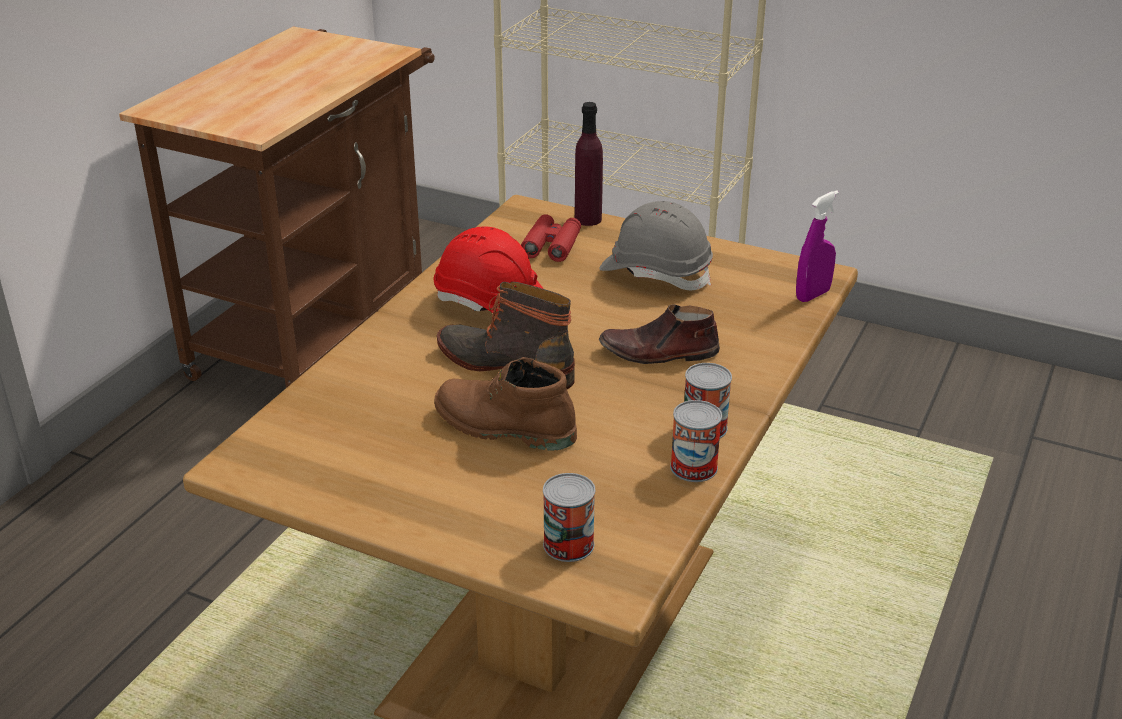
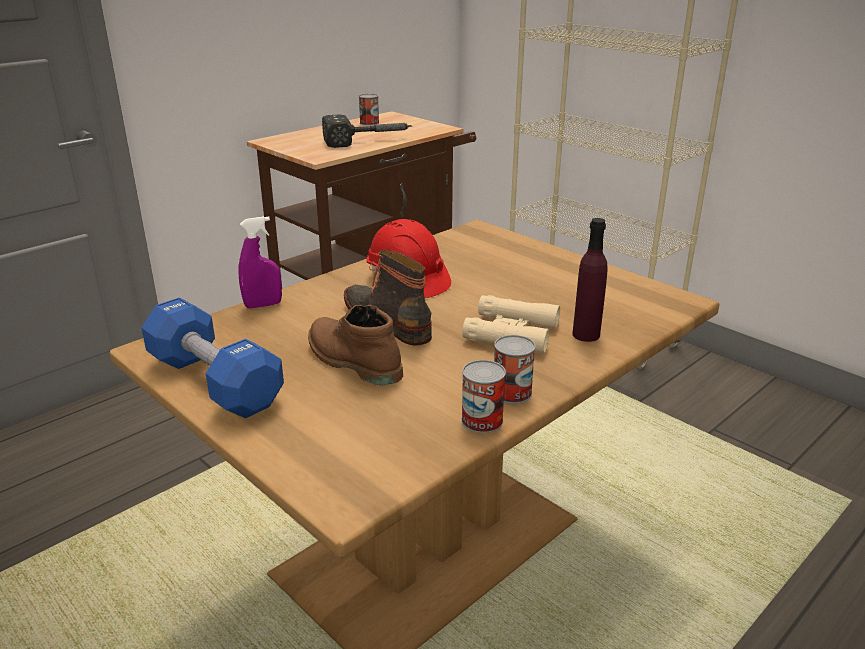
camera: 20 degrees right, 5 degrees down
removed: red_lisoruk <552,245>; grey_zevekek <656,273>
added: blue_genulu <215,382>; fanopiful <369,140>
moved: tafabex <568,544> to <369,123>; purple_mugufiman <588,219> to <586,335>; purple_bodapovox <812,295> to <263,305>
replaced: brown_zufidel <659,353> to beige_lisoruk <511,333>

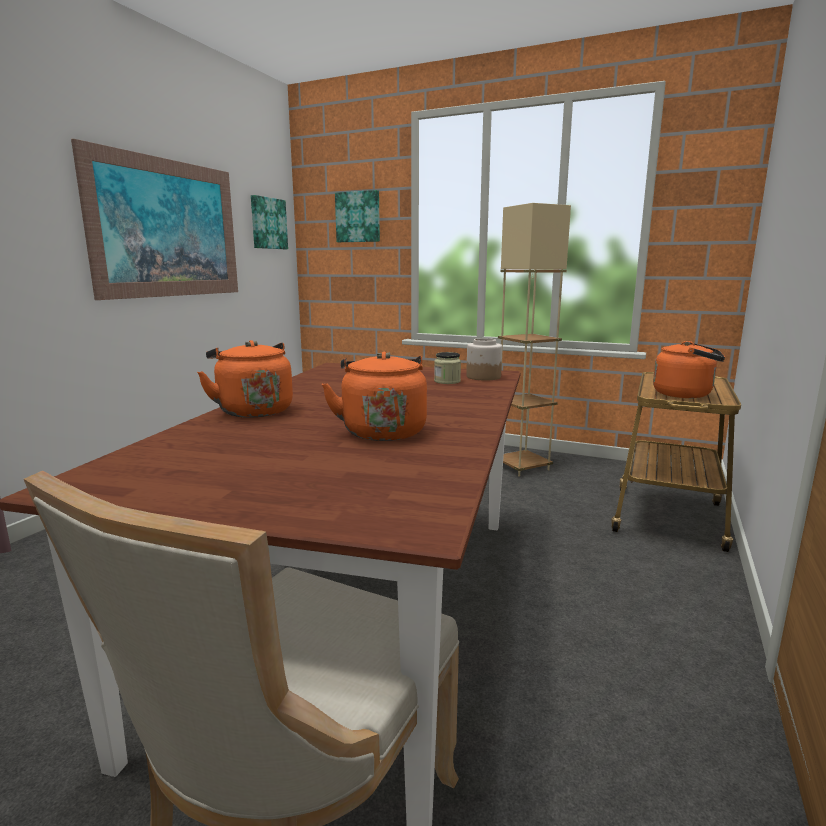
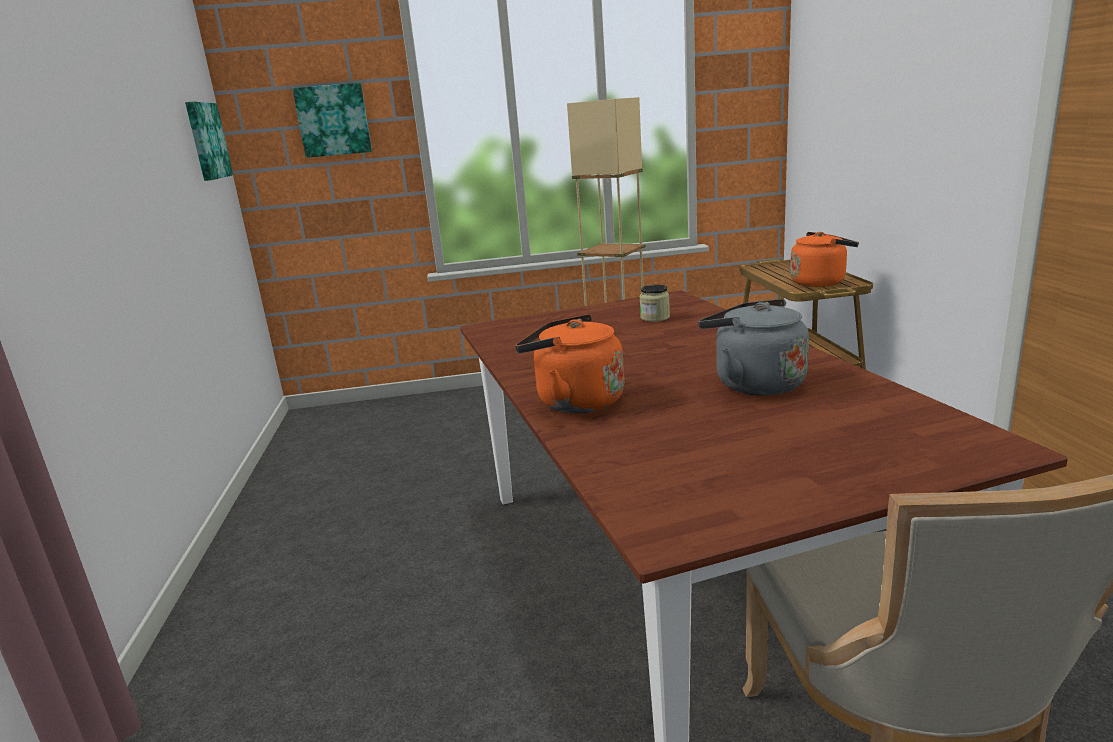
camera: 30 degrees left, 5 degrees up
removed: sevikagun <168,229>; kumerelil <483,377>
recoloured: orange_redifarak <382,431> to grey_redifarak <754,384>

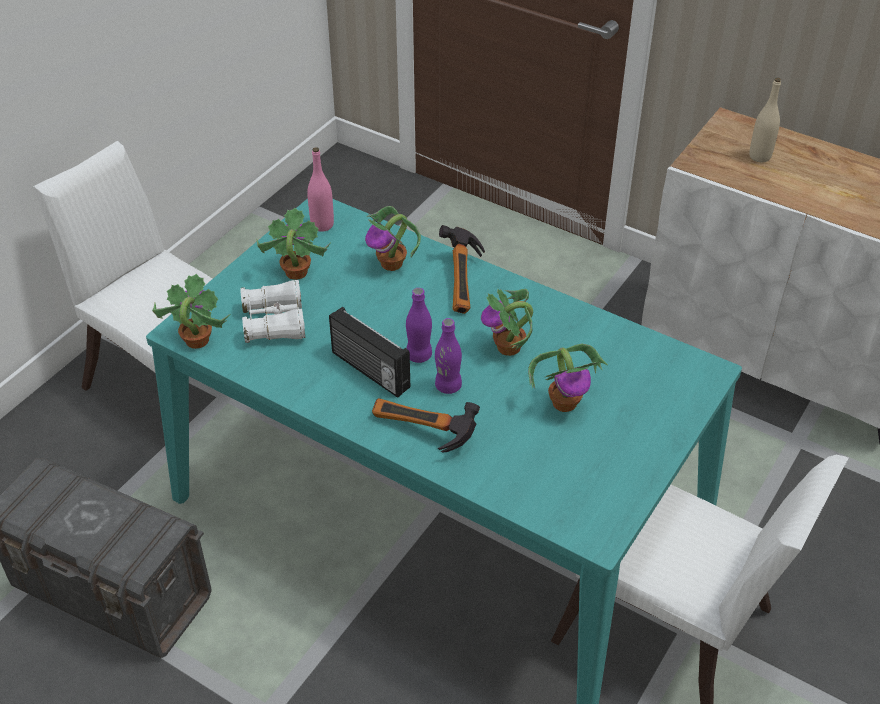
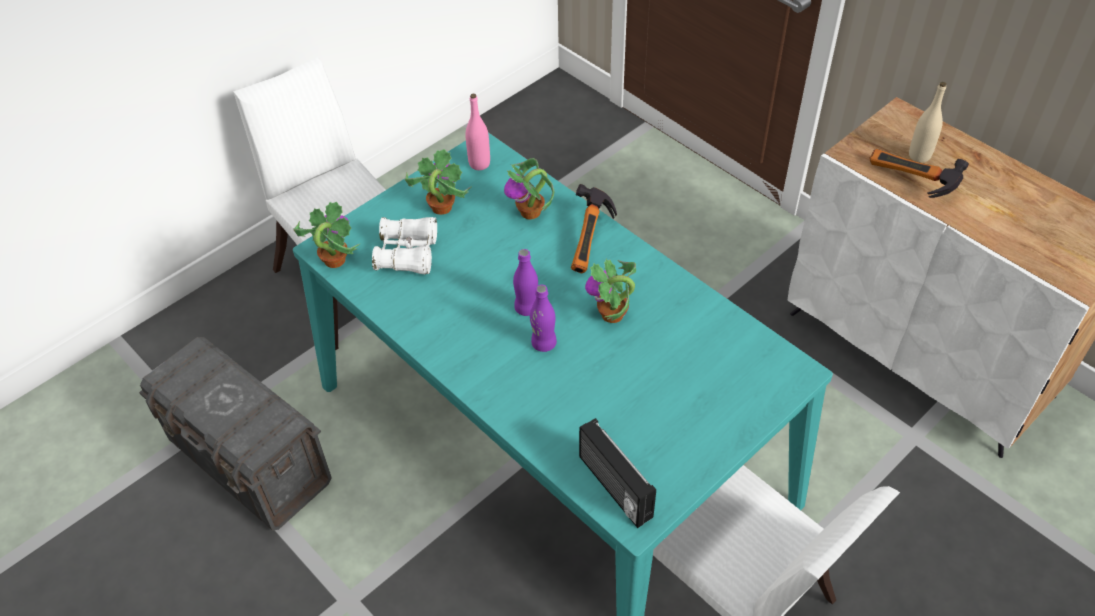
camera: 15 degrees right, 5 degrees up
removed: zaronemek <565,402>
moved: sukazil <369,371> to <613,488>; fanopiful <420,435> to <909,183>

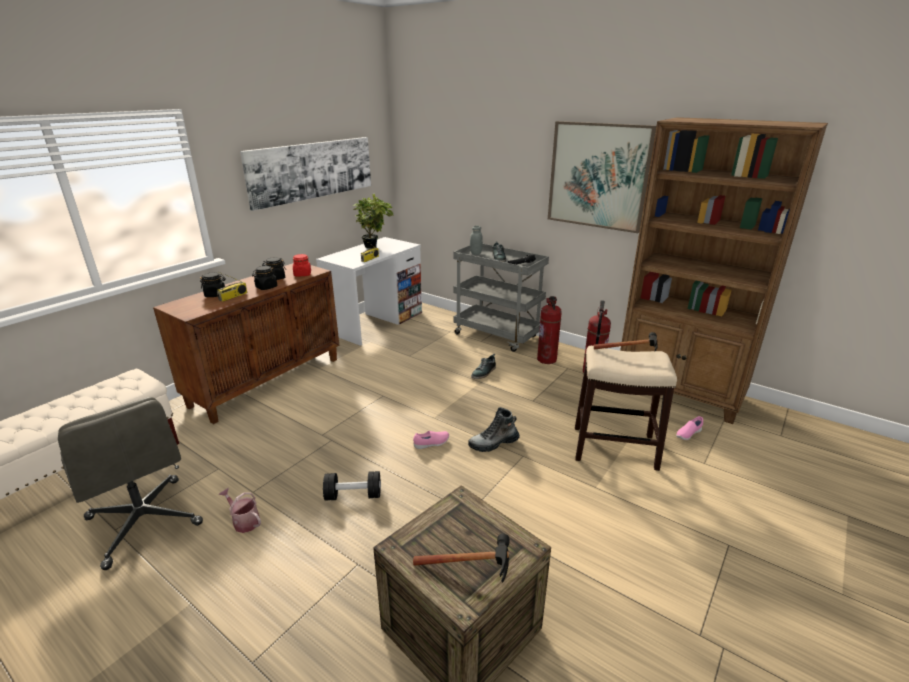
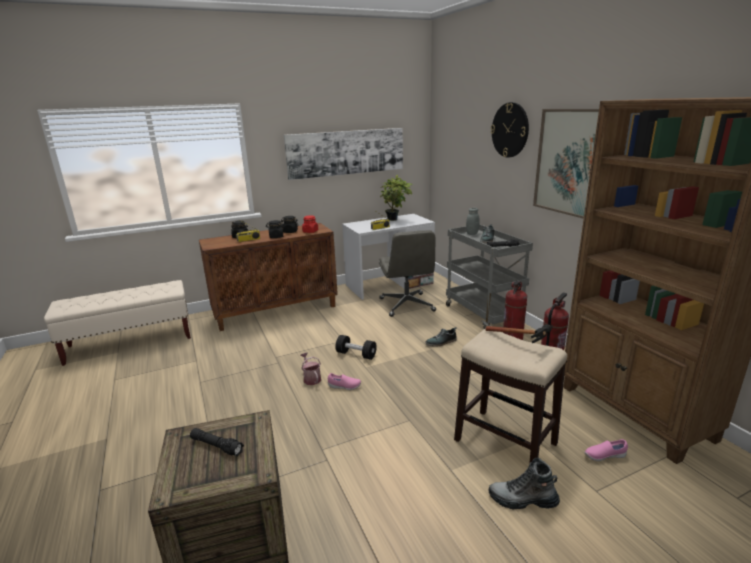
camera: 30 degrees right, 5 degrees down
removed: fanopiful <474,570>
added: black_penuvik <216,446>; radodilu <510,130>
moved: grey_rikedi <145,522> to <407,305>; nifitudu <244,521> to <311,378>; black_genulu <353,495> to <356,354>; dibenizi <493,443> to <522,500>

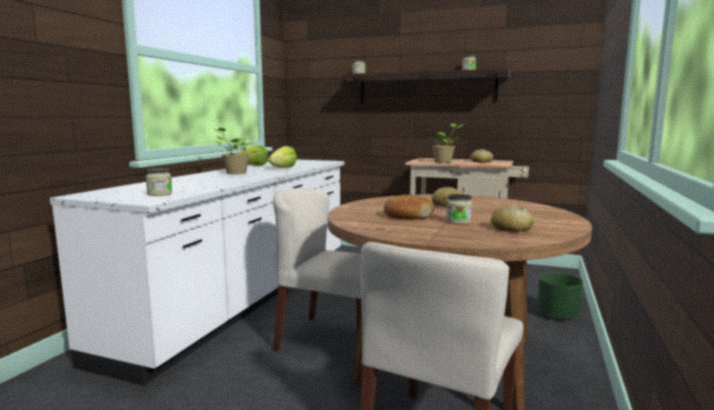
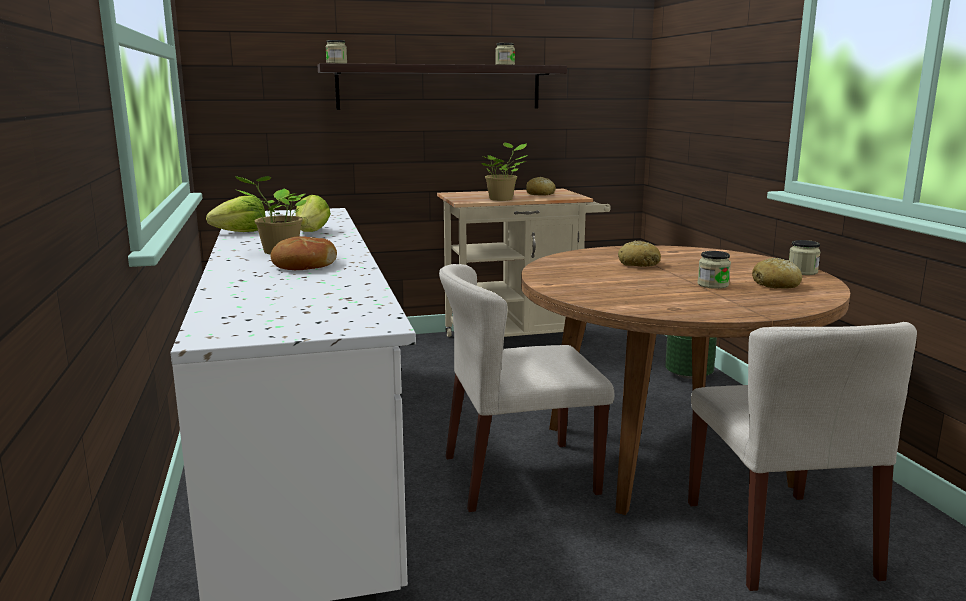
camera: 35 degrees left, 5 degrees up
moved: kumerelil <159,194> to <802,272>; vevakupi <407,216> to <303,265>

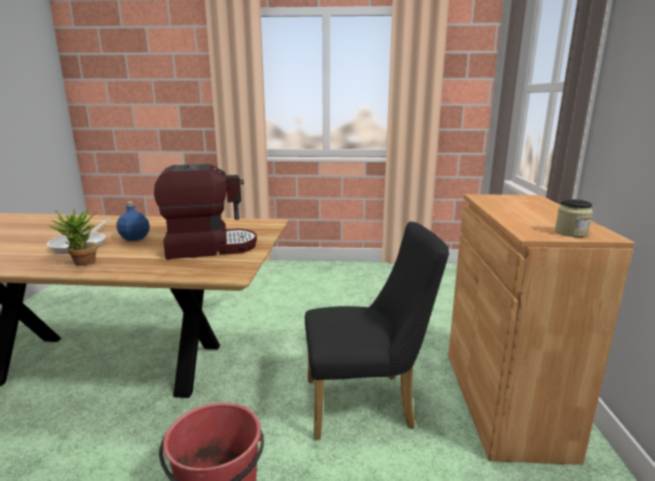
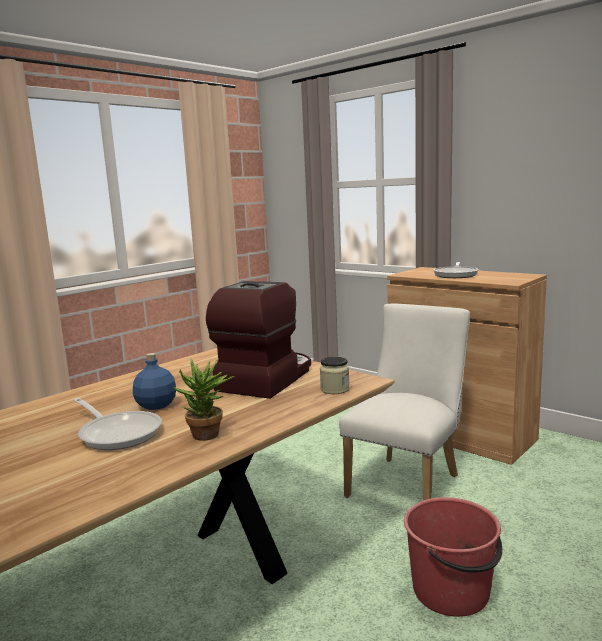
camera: 50 degrees left, 5 degrees down
added: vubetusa <456,274>
moved: kumerelil <571,233> to <335,389>
recoloured: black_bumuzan <367,404> to white_bumuzan <408,482>

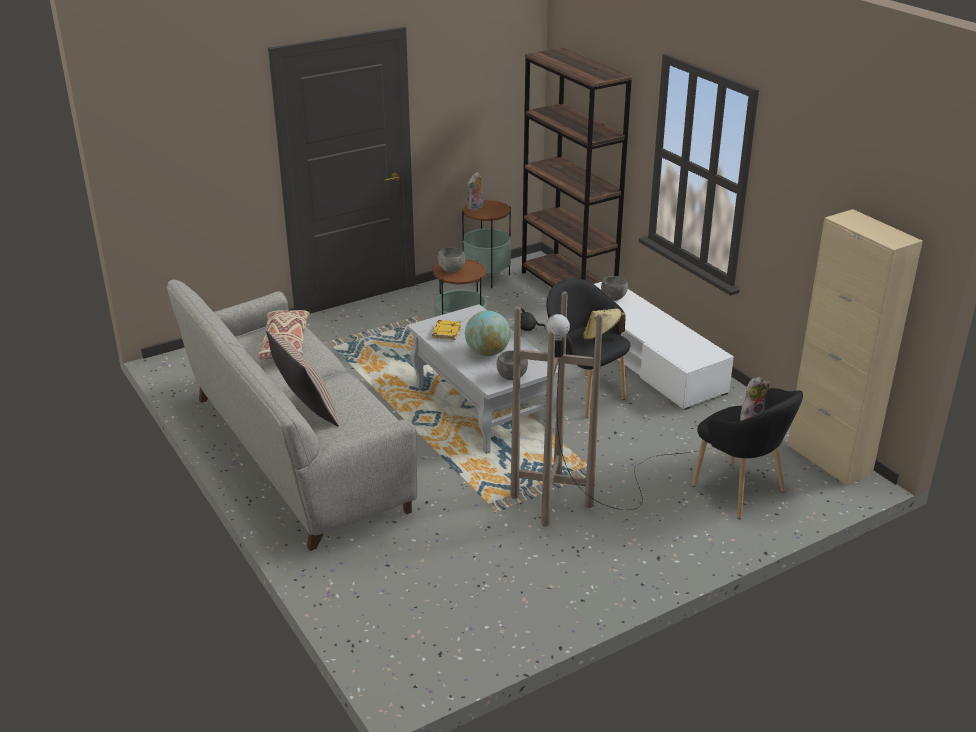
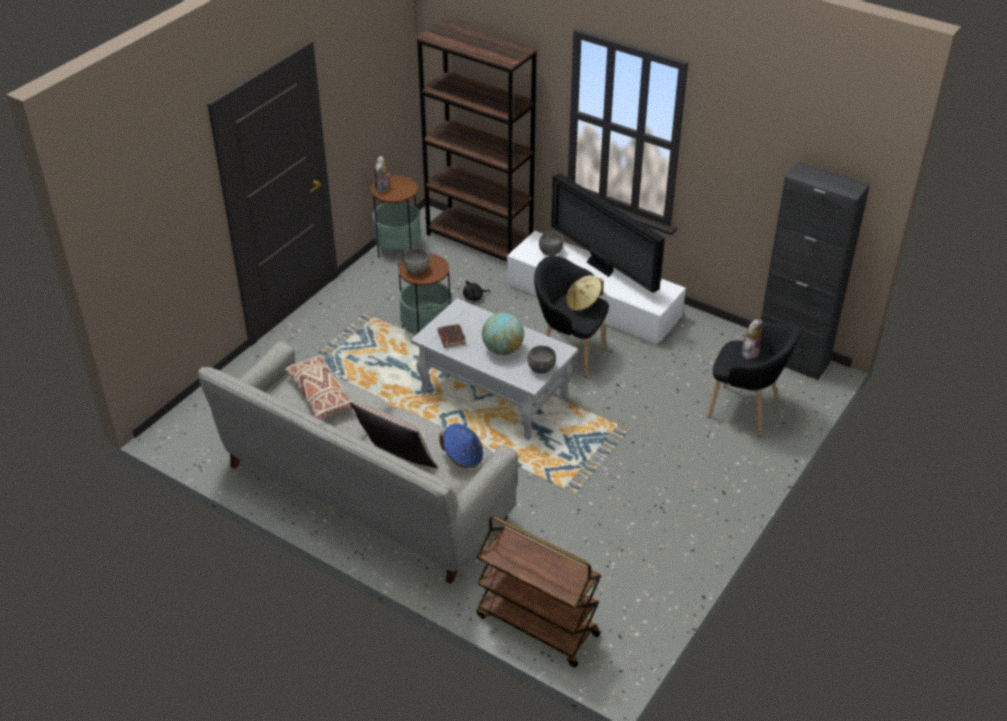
camera: 25 degrees left, 10 degrees up
removed: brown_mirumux <609,485>
added: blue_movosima <463,456>; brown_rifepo <536,625>; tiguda <602,269>
recoloured: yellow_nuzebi <446,332> to brown_nuzebi <451,338>; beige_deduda <828,460> to black_deduda <792,359>

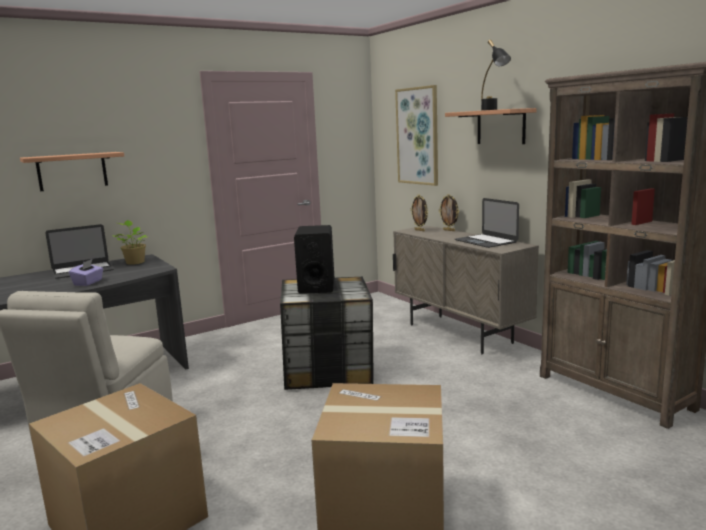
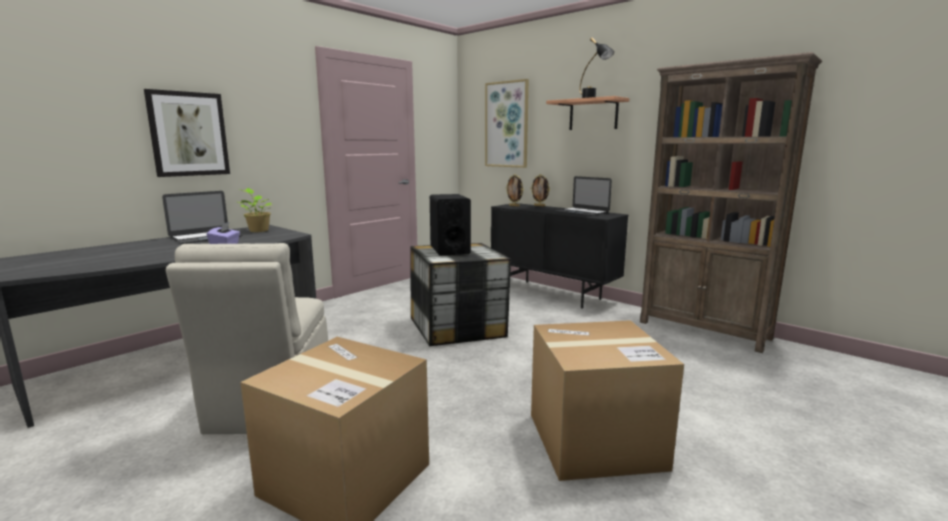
camera: 15 degrees left, 0 degrees up
replaced: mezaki <72,171> to sevikagun <188,134>
recoloured: beige_deduda <459,334> to black_deduda <552,294>

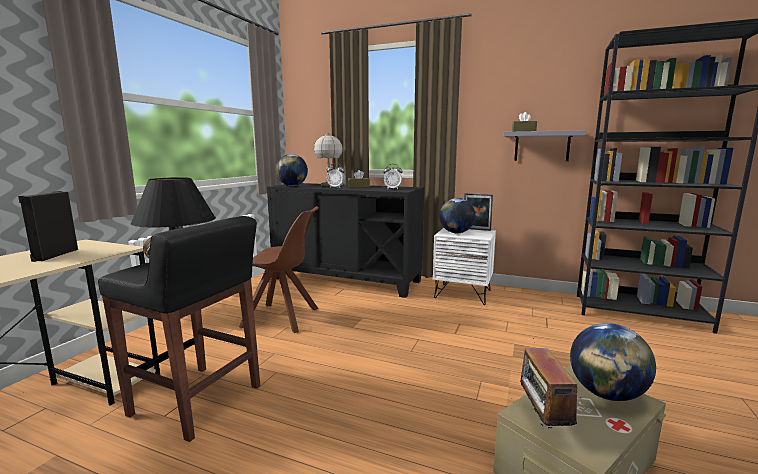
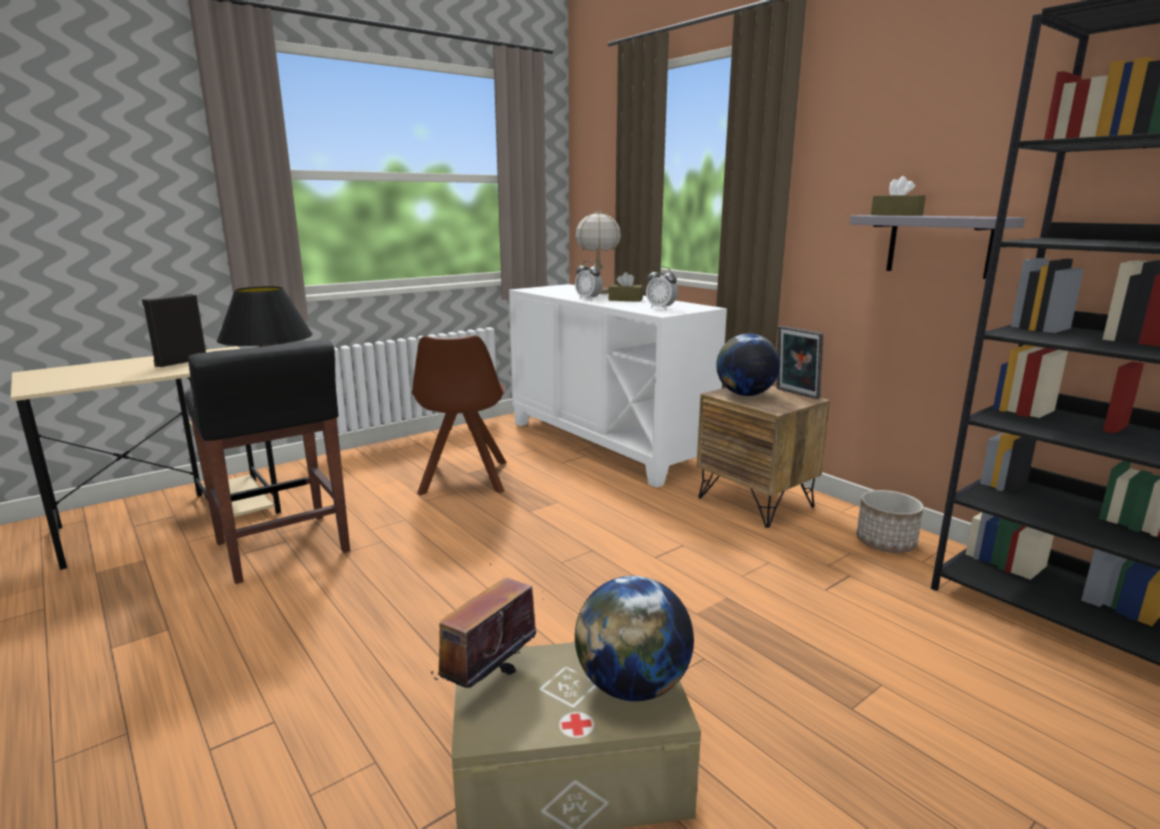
camera: 30 degrees right, 5 degrees up
removed: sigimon <292,186>
added: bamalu <886,543>
recoloured: black_deduda <347,279> to white_deduda <607,443>; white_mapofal <463,294> to brown_mapofal <756,502>
turned: brown_bumuzan <283,318> = <463,479> 45 degrees clockwise

